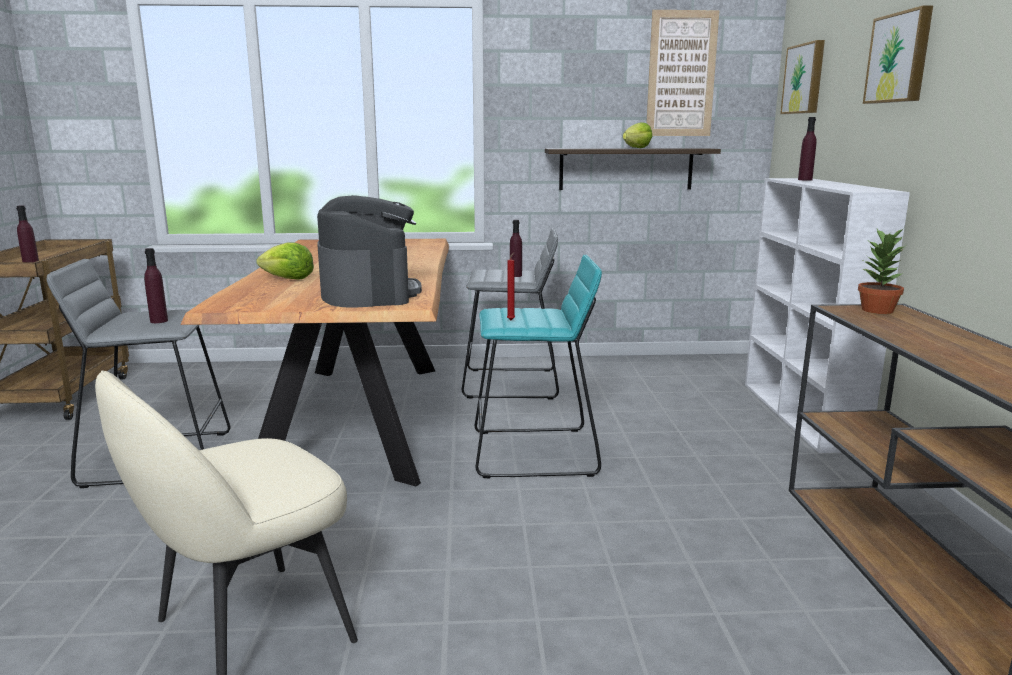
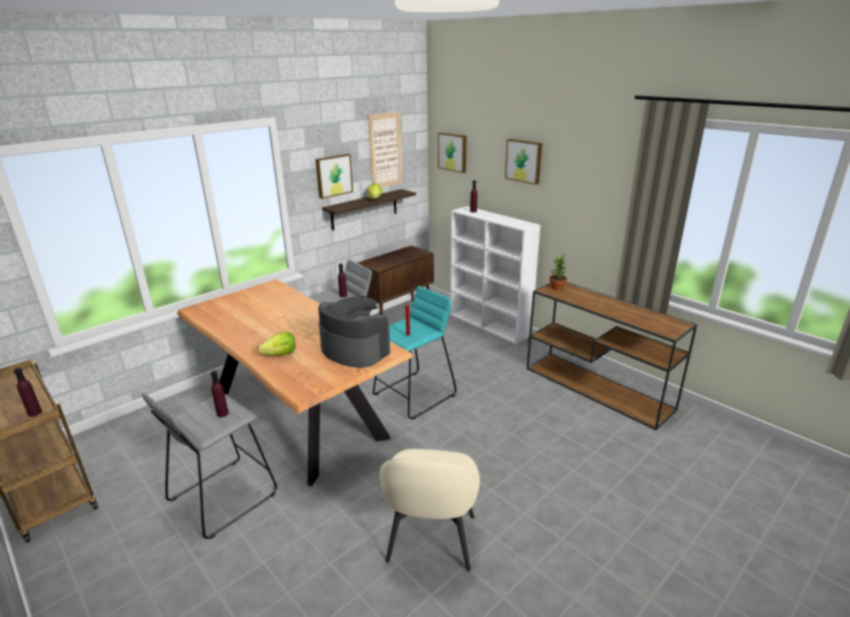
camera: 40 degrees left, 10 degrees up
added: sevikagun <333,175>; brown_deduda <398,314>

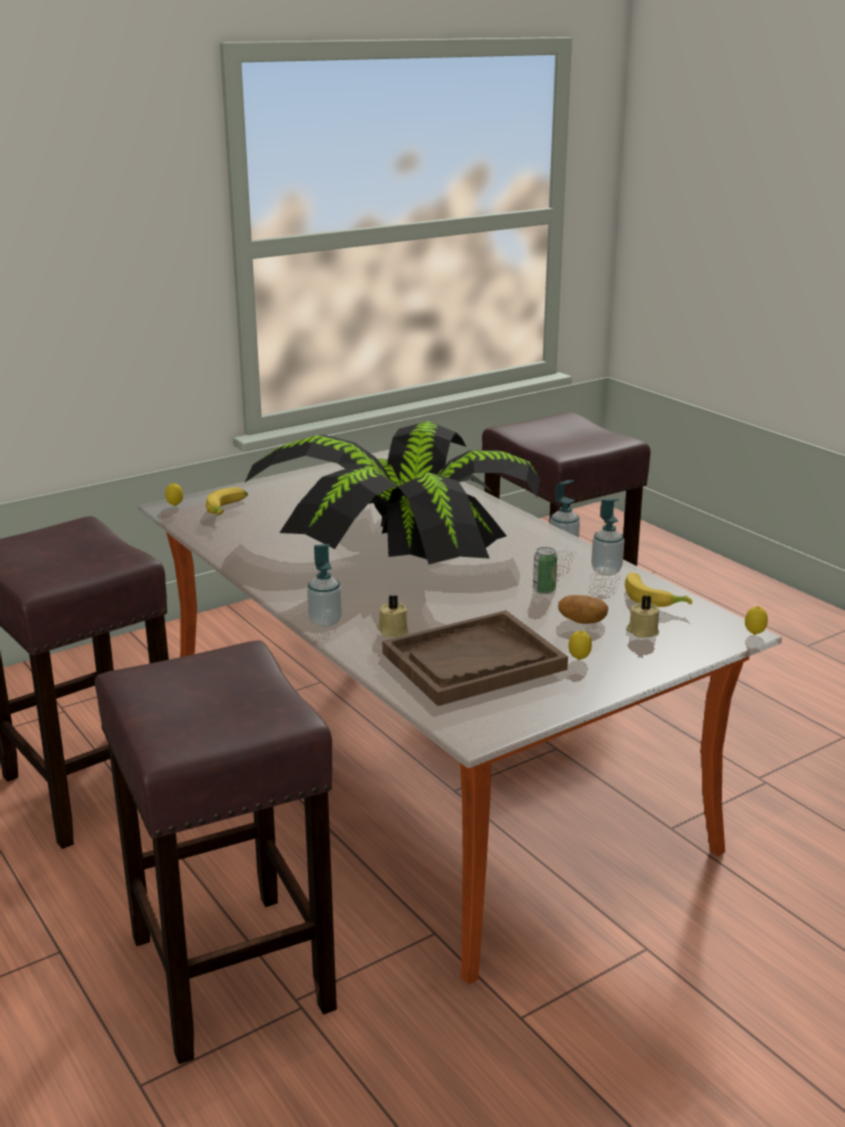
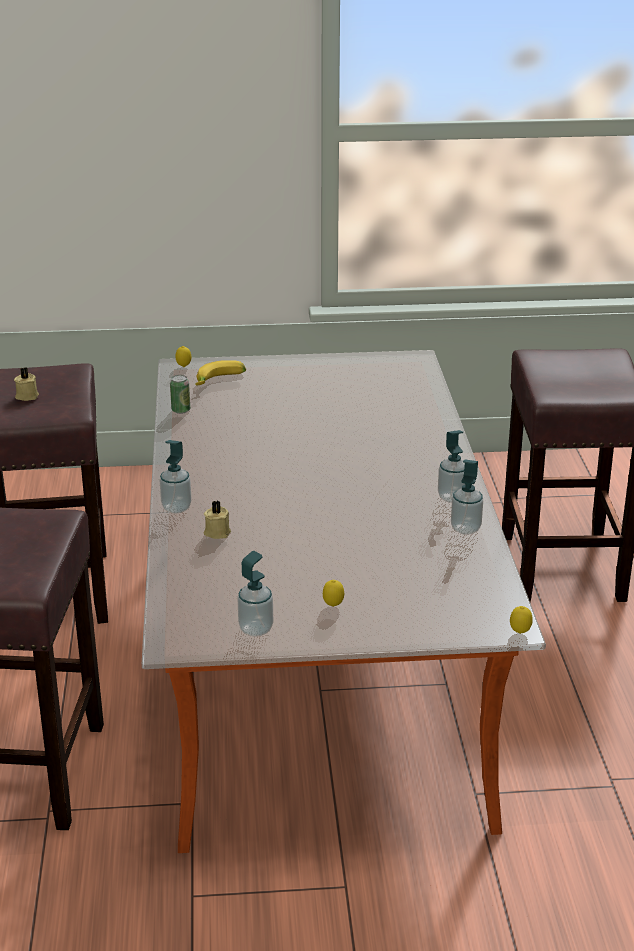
camera: 30 degrees right, 5 degrees up
removed: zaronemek <401,539>; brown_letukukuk <473,662>; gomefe <582,621>; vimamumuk <654,599>
added: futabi <256,629>
moved: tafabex <544,590> to <181,410>; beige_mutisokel <641,631> to <26,396>

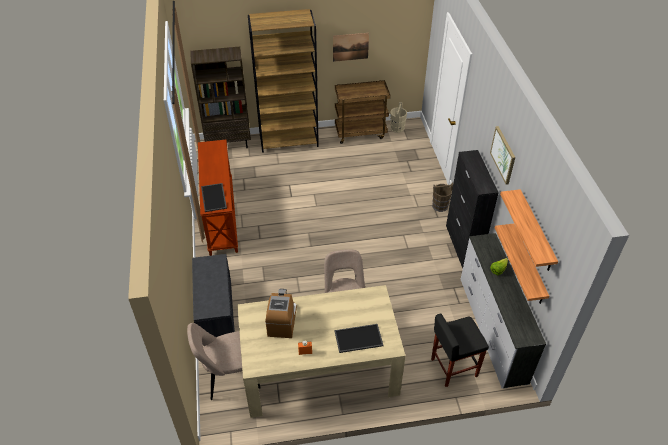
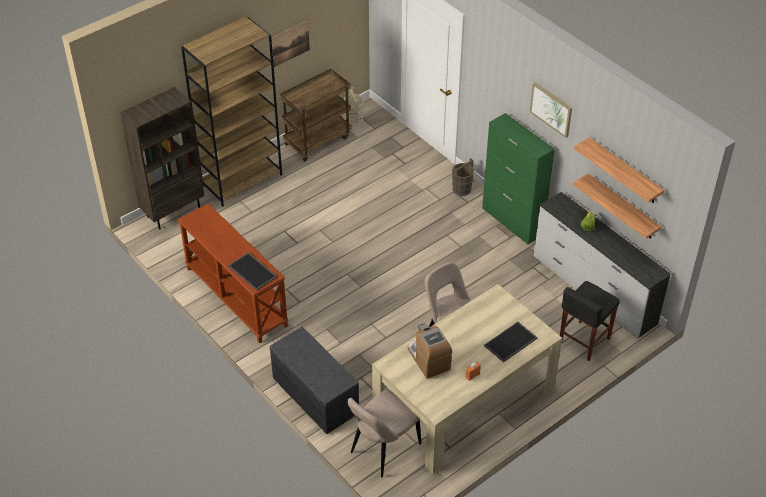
camera: 30 degrees left, 0 degrees up
recoloured: black_deduda <462,245> to green_deduda <512,221>

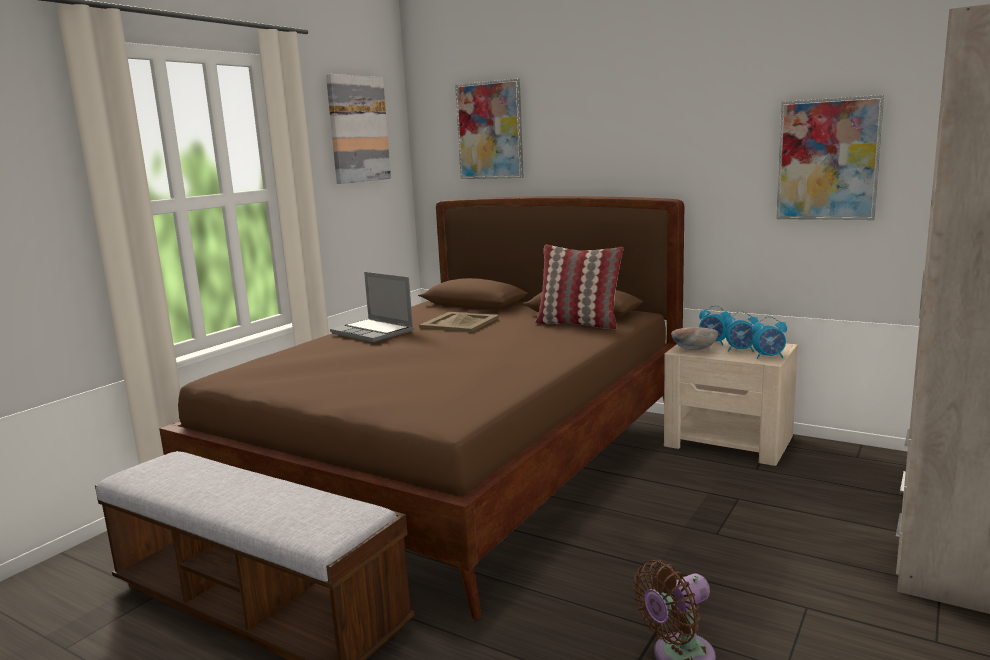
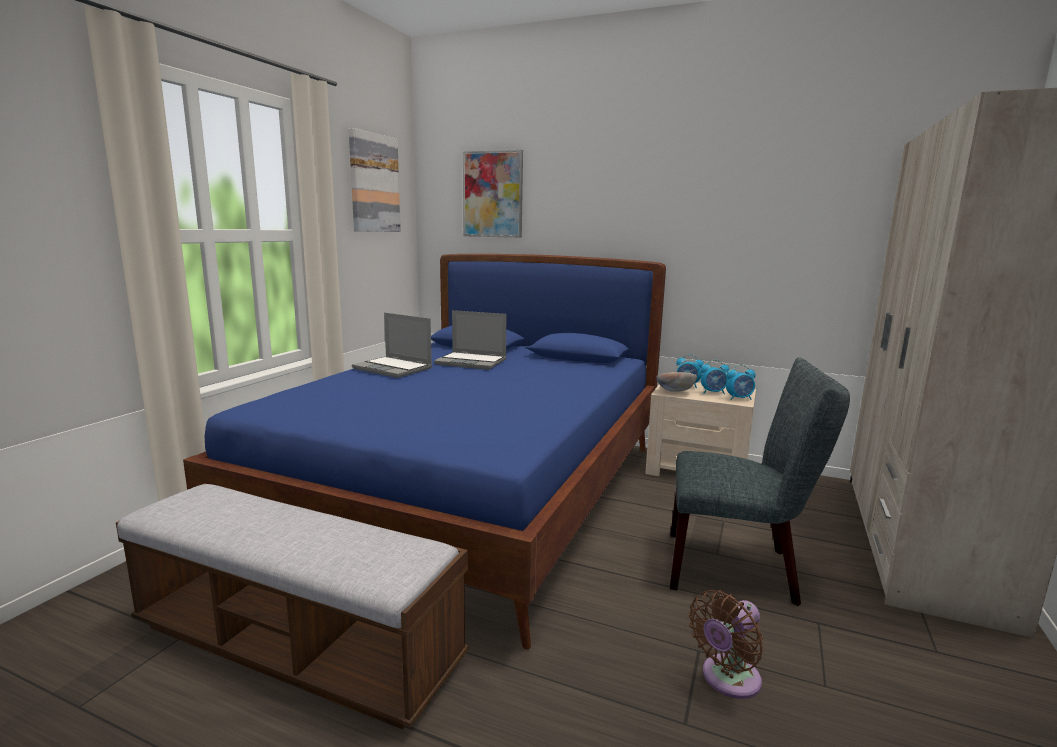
camera: 10 degrees left, 0 degrees up
removed: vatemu <578,324>; sevikagun <828,160>
added: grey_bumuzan <739,569>
replaced: beige_letukukuk <460,322> to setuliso <472,362>
recoloured: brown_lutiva <462,466> to blue_lutiva <474,493>

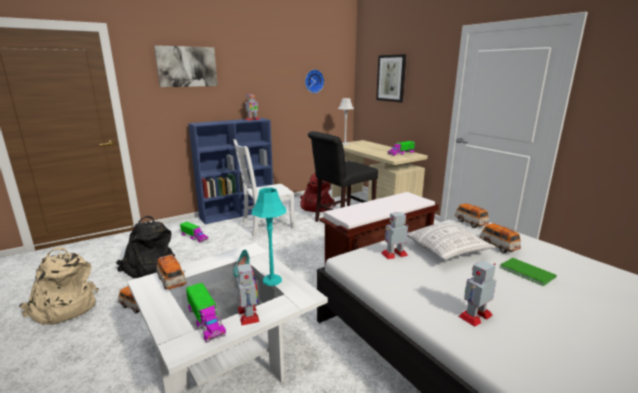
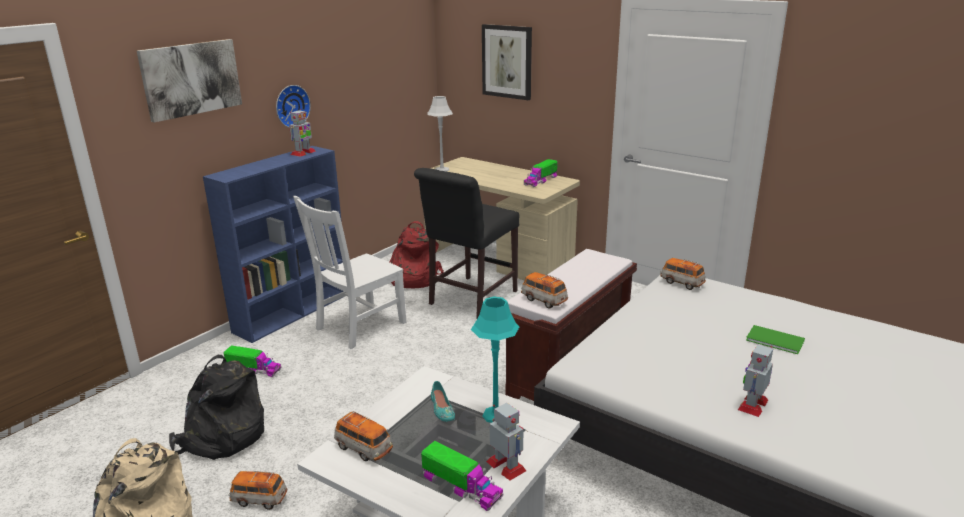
camera: 20 degrees left, 5 degrees up
removed: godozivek <394,254>; vatemu <445,250>
moved: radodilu <313,81> to <291,106>; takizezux <498,246> to <544,300>

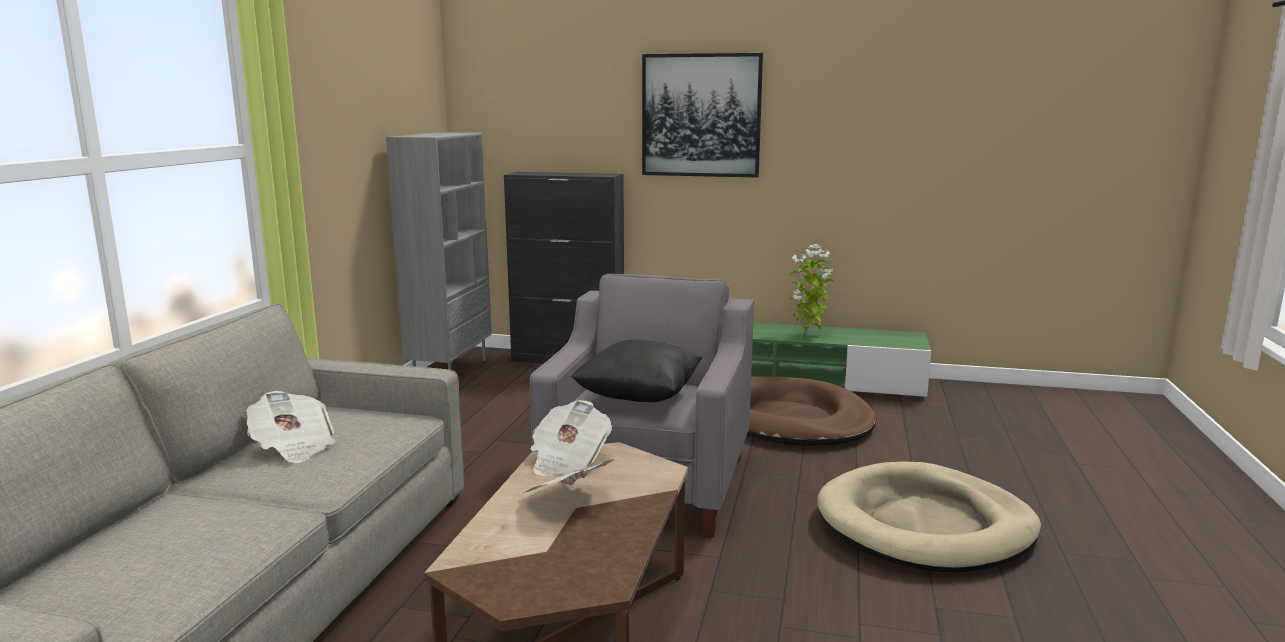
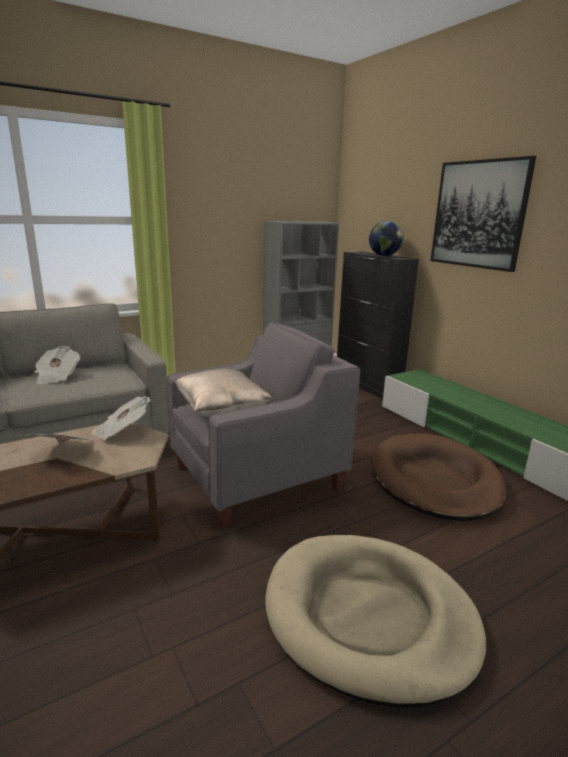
camera: 45 degrees right, 5 degrees up
removed: zaronemek <807,335>
added: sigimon <384,255>
recoloured: black_vatemu <638,398> to beige_vatemu <221,411>

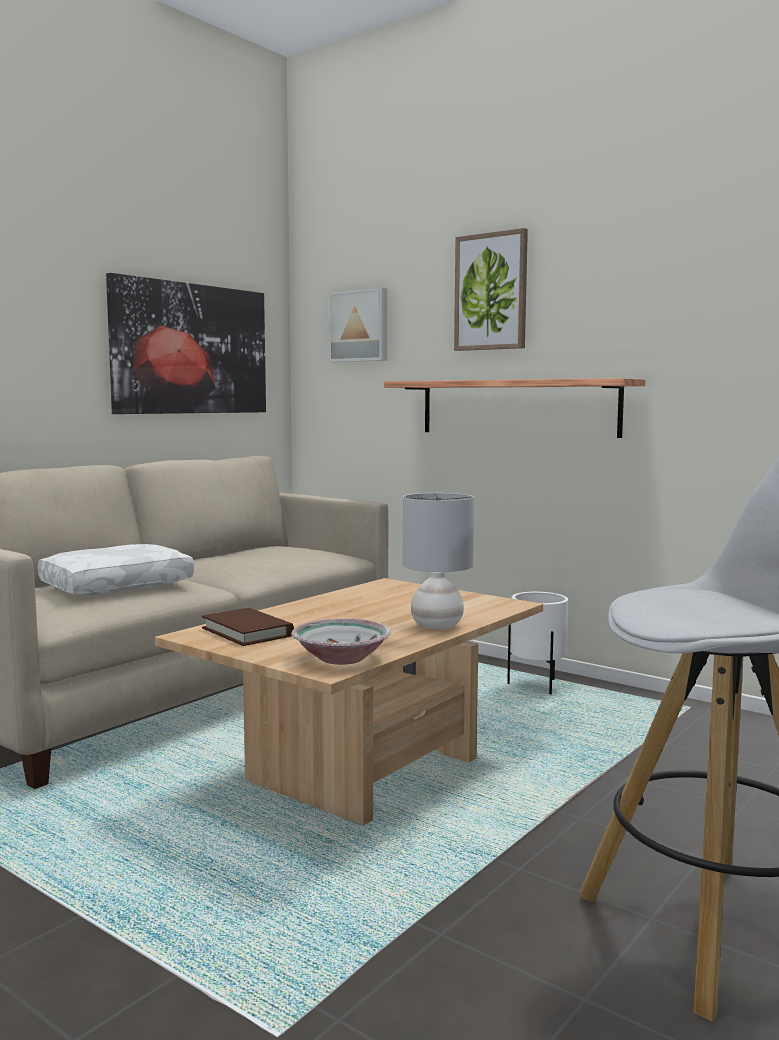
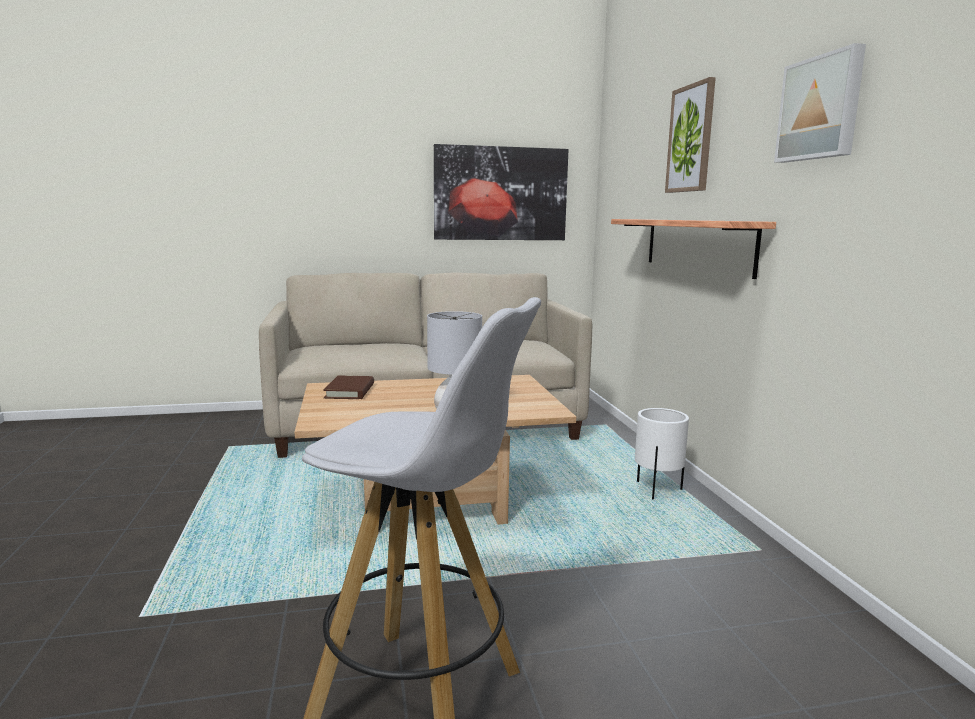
camera: 40 degrees right, 5 degrees up
removed: white_vatemu <117,585>; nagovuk <340,658>
moved: sevikagun <359,326> to <821,108>

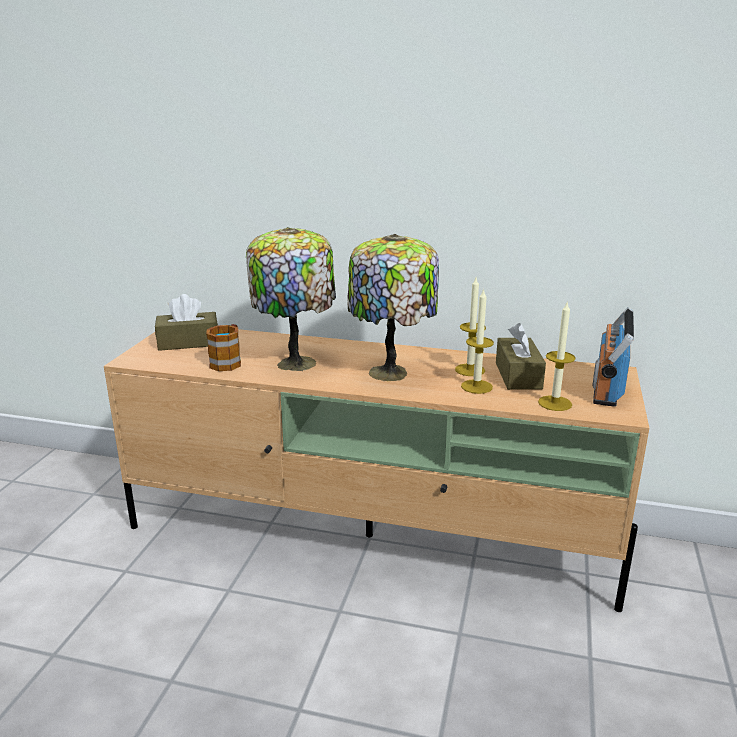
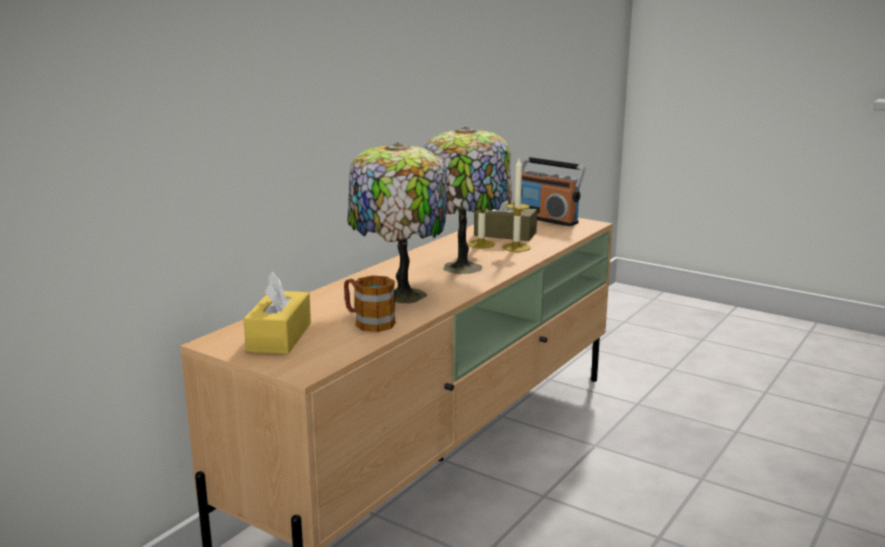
camera: 70 degrees left, 5 degrees down
removed: mutisokel <555,403>
recoloured: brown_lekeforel <188,342> to yellow_lekeforel <279,337>

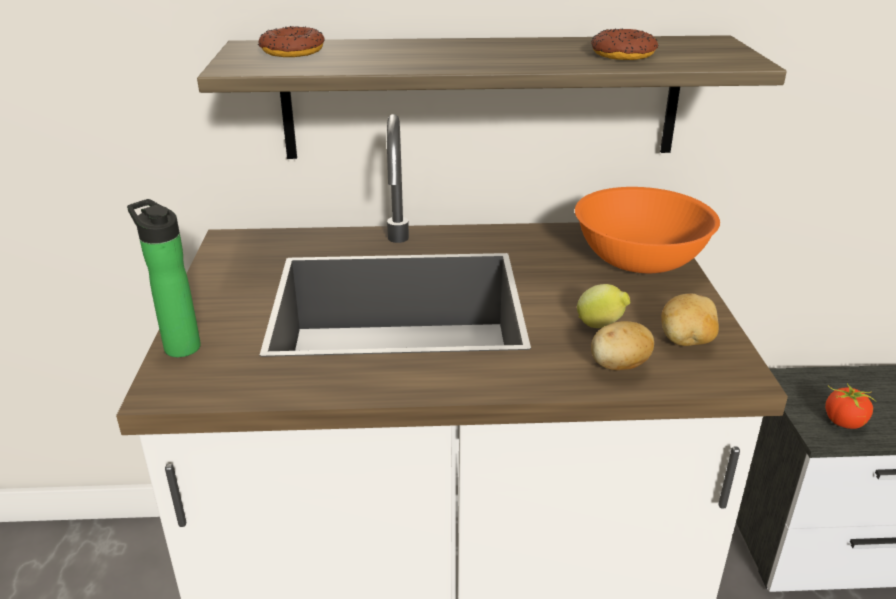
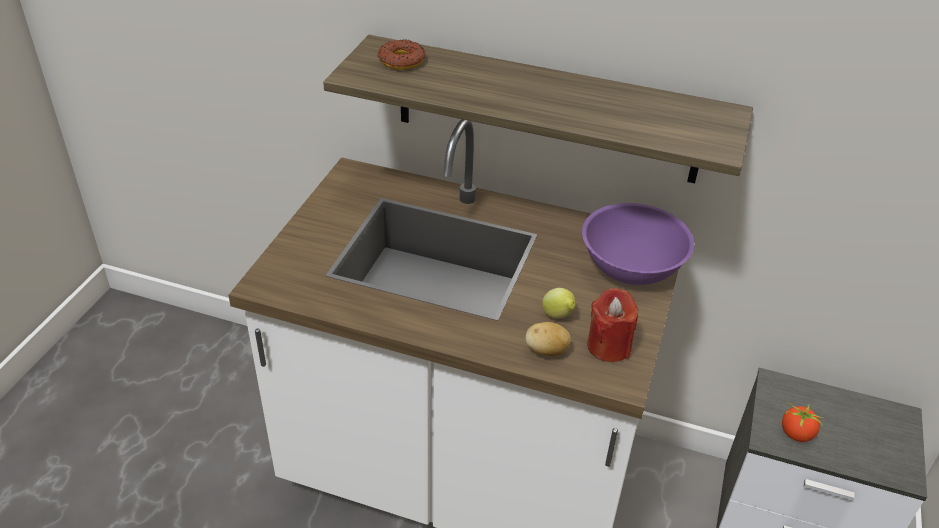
camera: 20 degrees right, 10 degrees up
removed: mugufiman <179,345>; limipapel <622,54>
replaced: gomefe <686,341> to red_mutisokel <608,346>
recoloured: orange_nagovuk <641,260> to purple_nagovuk <632,267>

